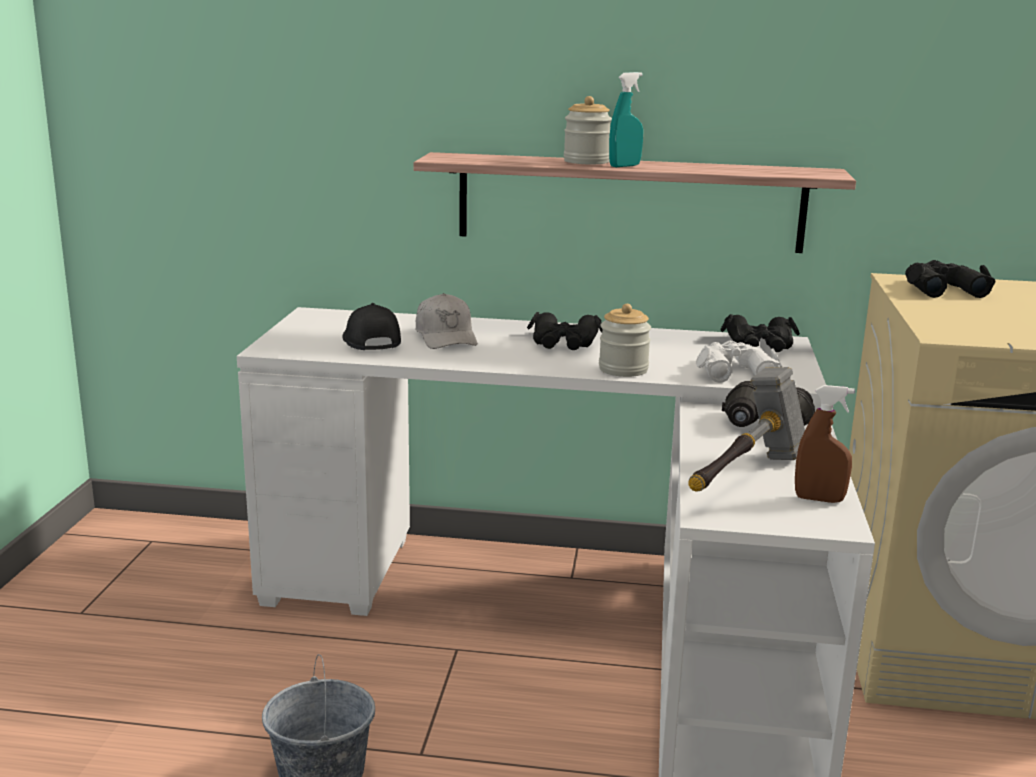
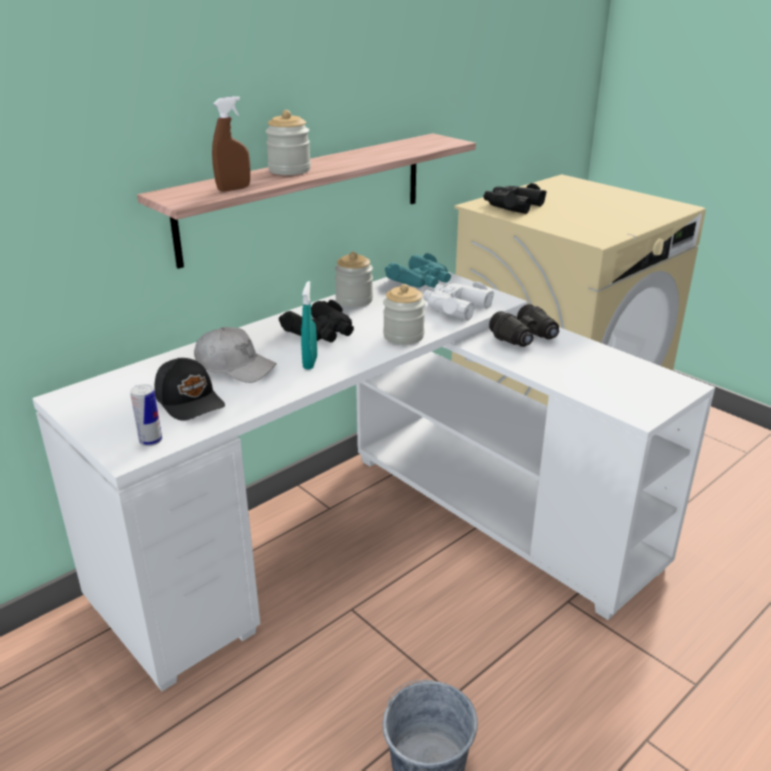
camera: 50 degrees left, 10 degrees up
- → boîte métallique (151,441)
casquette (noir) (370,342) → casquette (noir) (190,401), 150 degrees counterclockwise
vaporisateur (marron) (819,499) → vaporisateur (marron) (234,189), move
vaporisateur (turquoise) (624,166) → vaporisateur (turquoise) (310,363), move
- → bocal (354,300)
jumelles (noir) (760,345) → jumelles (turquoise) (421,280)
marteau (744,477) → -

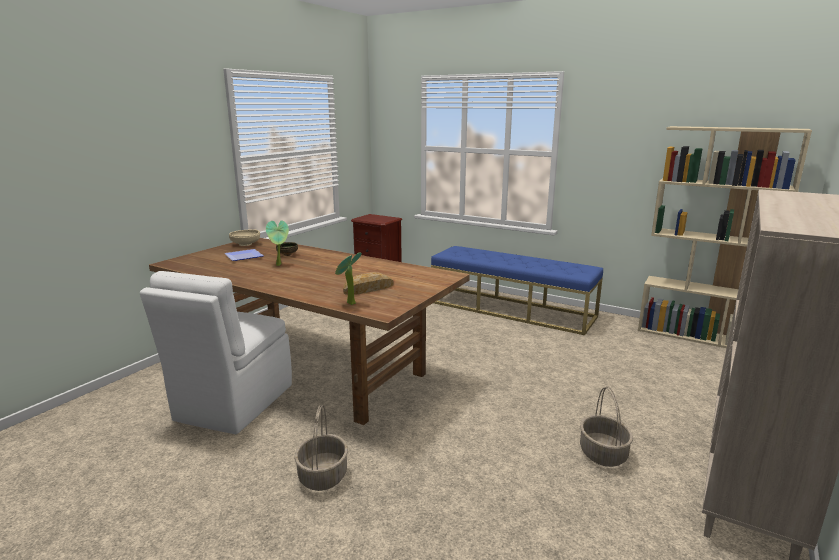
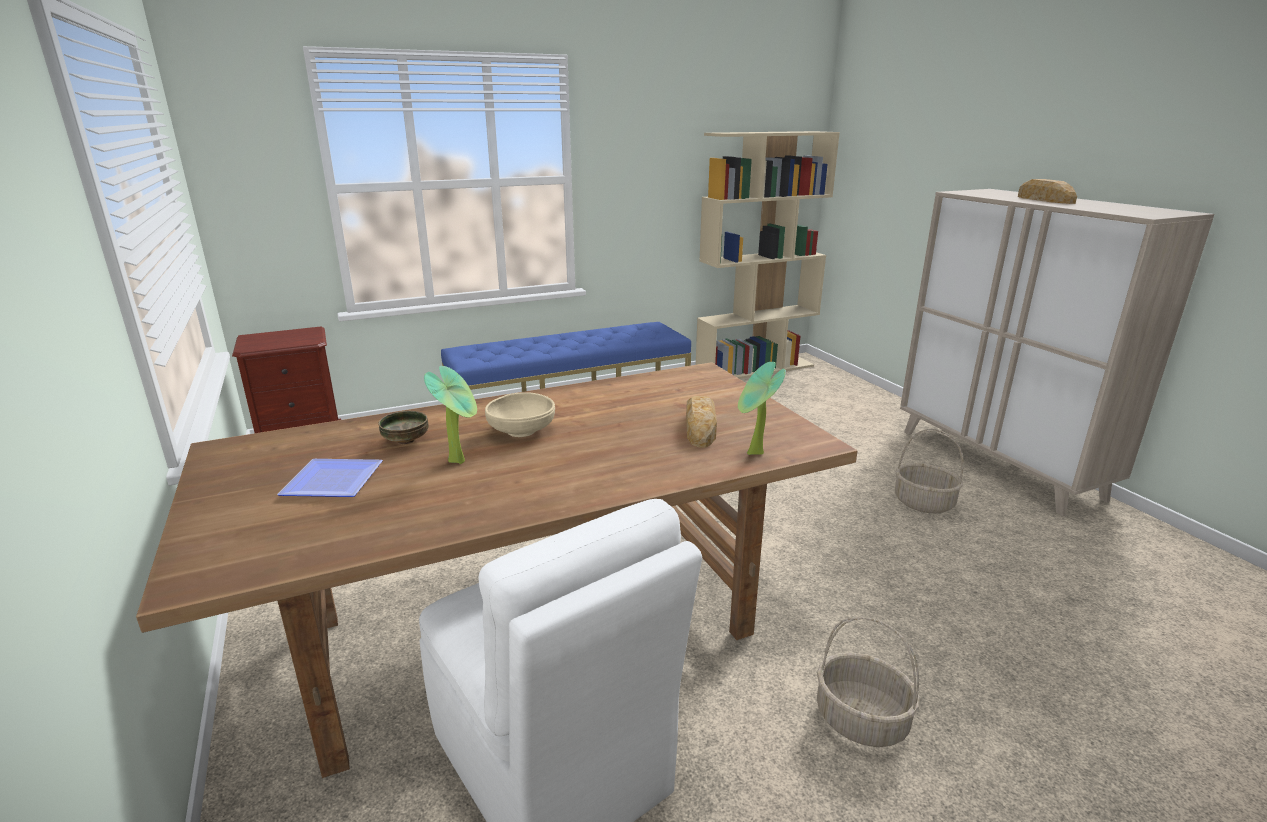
camera: 55 degrees left, 5 degrees up
bol (beige) (245,244) → bol (beige) (522,431), move
- → pain (1044,199)

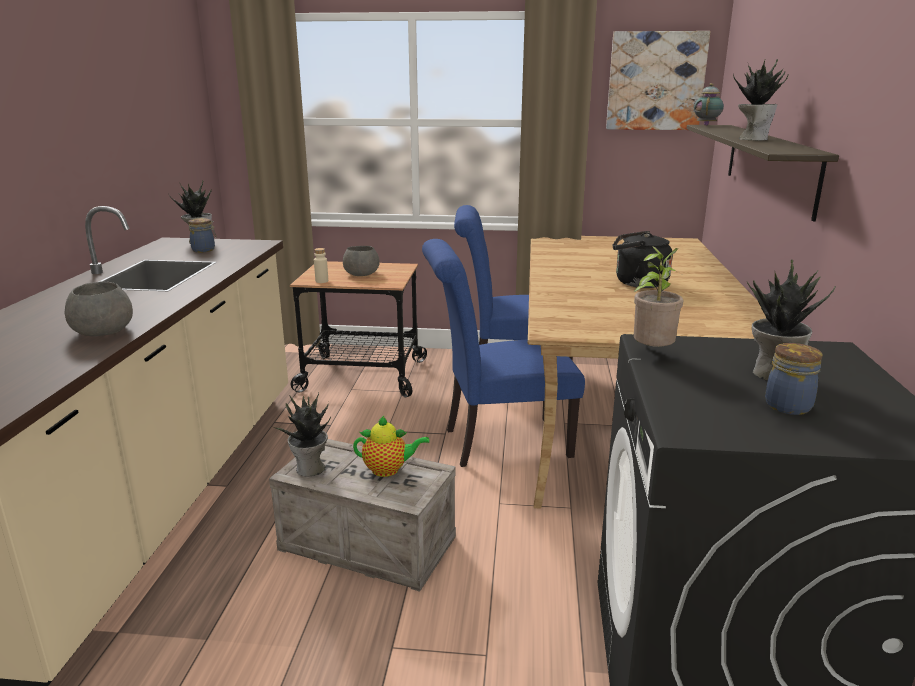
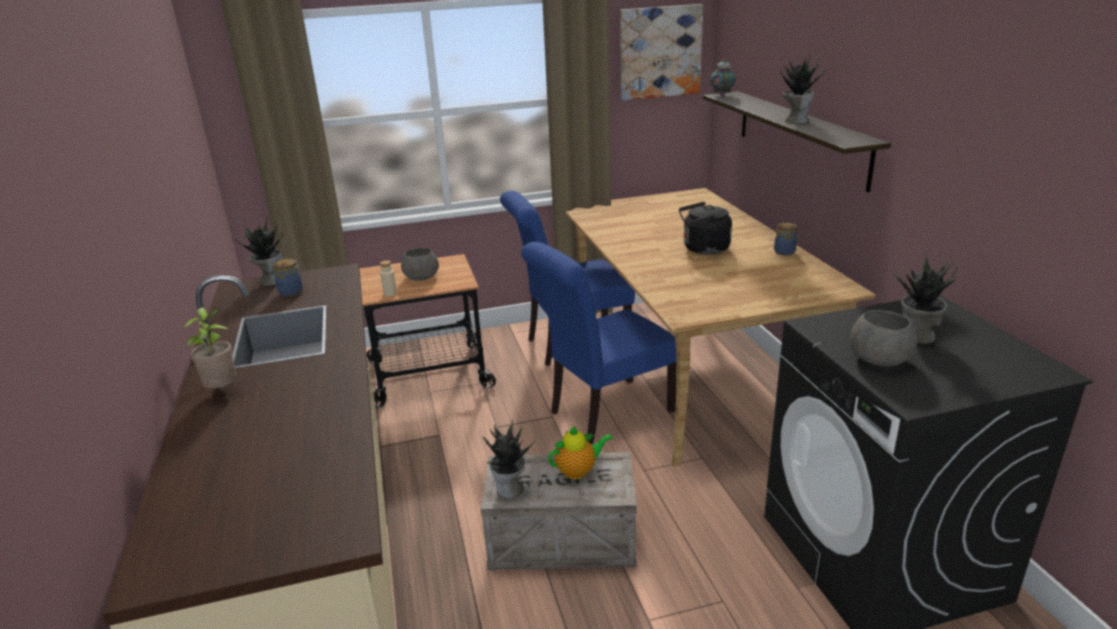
camera: 20 degrees left, 5 degrees up
plante en pot (651,354) → plante en pot (223,390), move
bocal (788,405) → bocal (784,251), move
bol (gris) (103,331) → bol (gris) (878,358), move

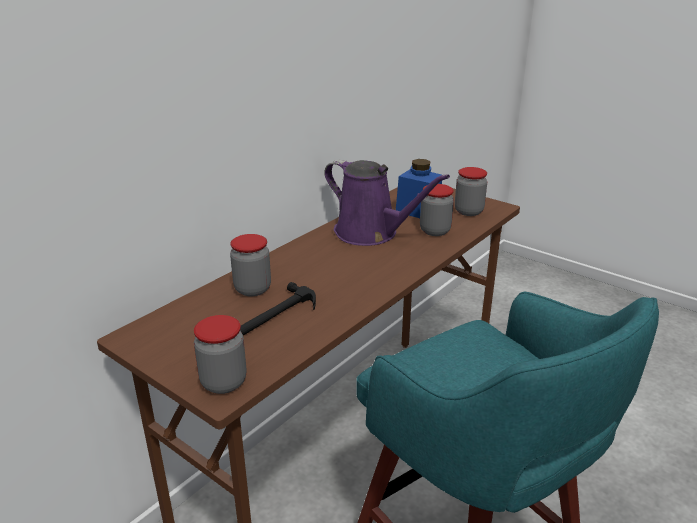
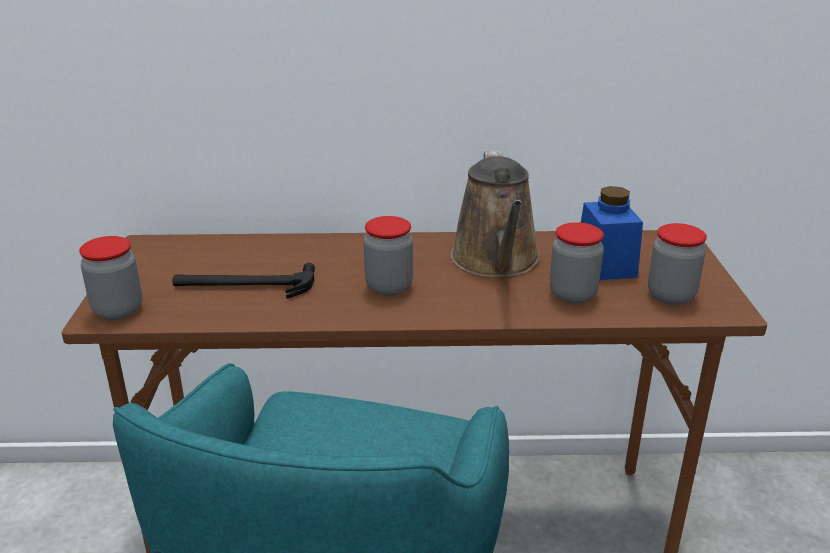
camera: 50 degrees right, 0 degrees up
bocal (252,289) → bocal (389,287), move
arrosoir (violet) (371,233) → arrosoir (marron) (496,262)

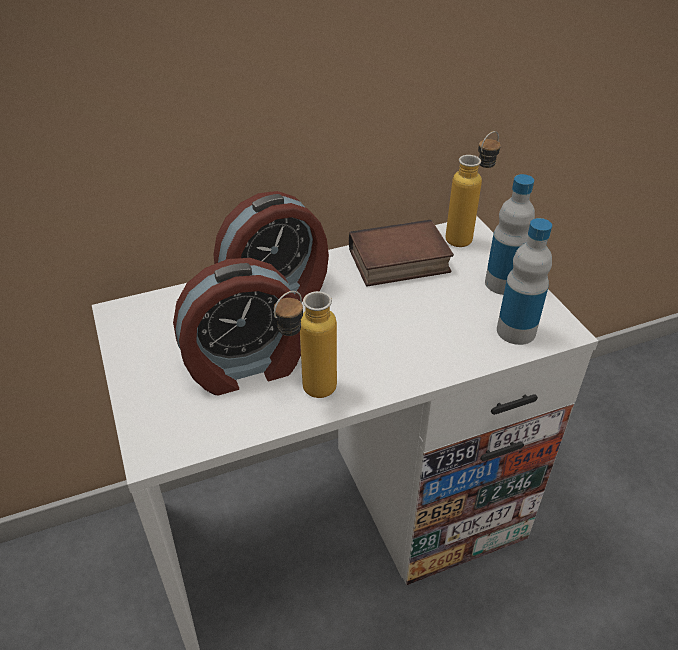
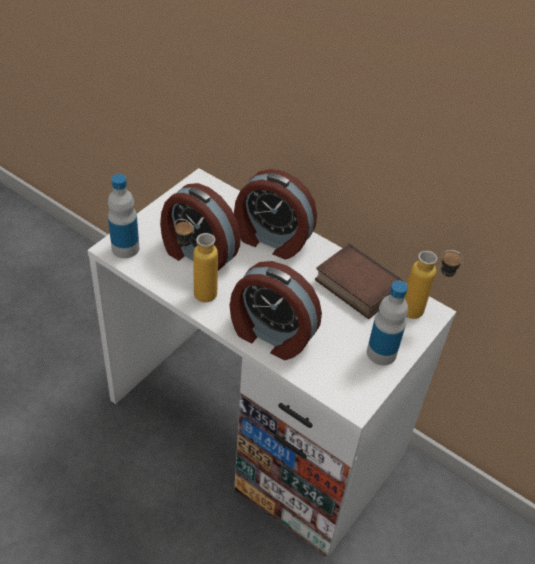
camera: 55 degrees right, 5 degrees up
bouteille (516,331) → bouteille (125,248), move
- → réveil (271,335)

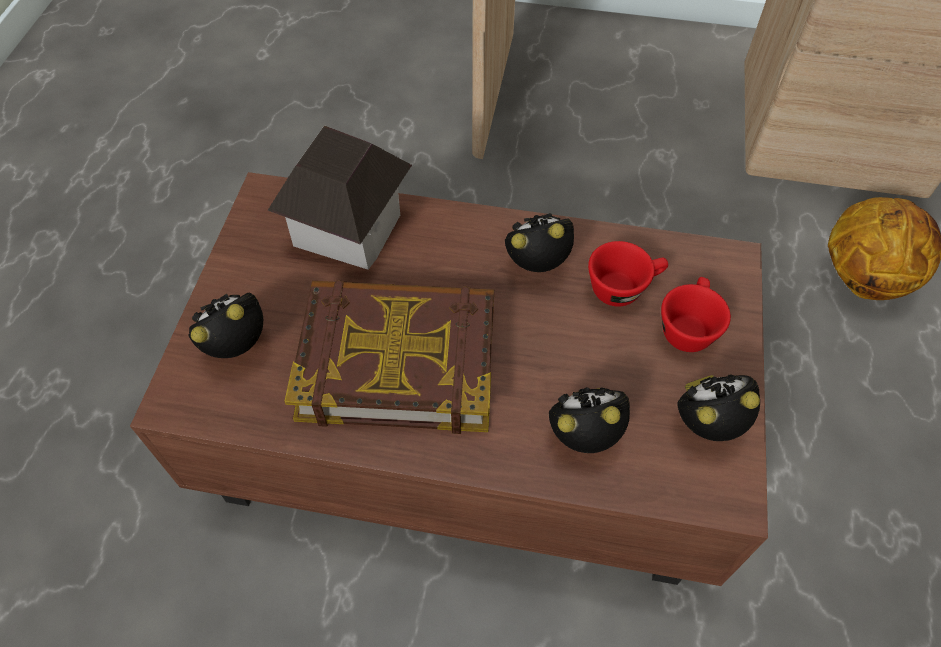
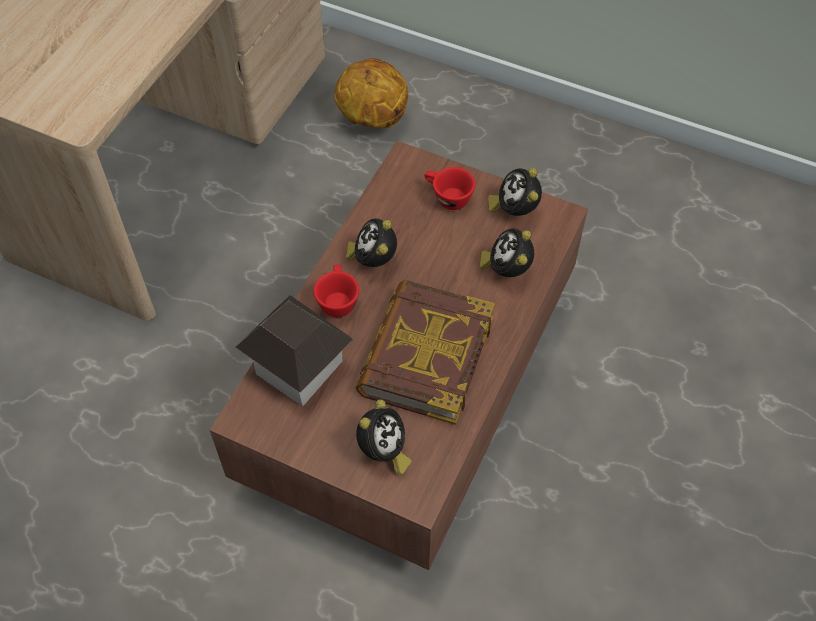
camera: 75 degrees left, 0 degrees up
tasse (rouge) (623,287) → tasse (rouge) (337,300), move
réveil (239,345) → réveil (383,452), 135 degrees counterclockwise

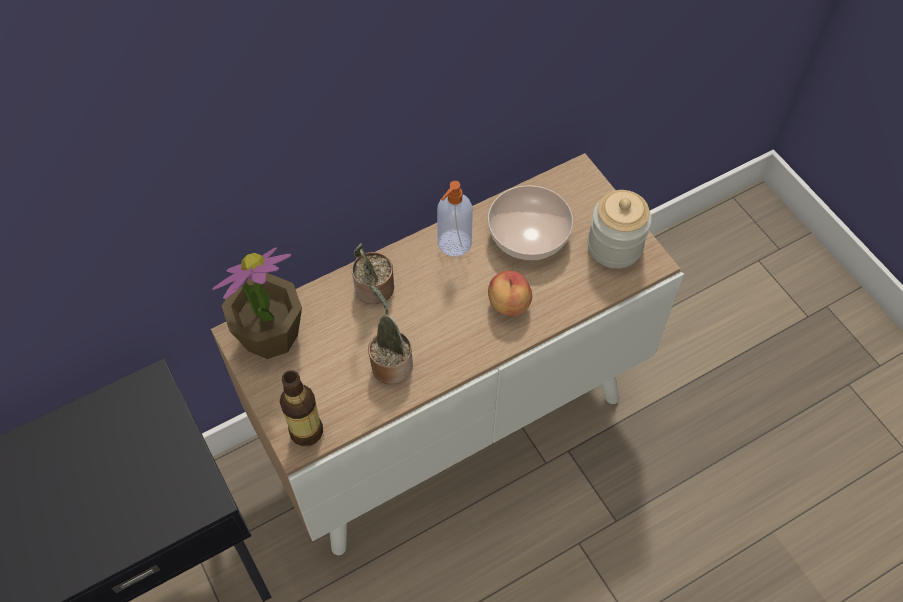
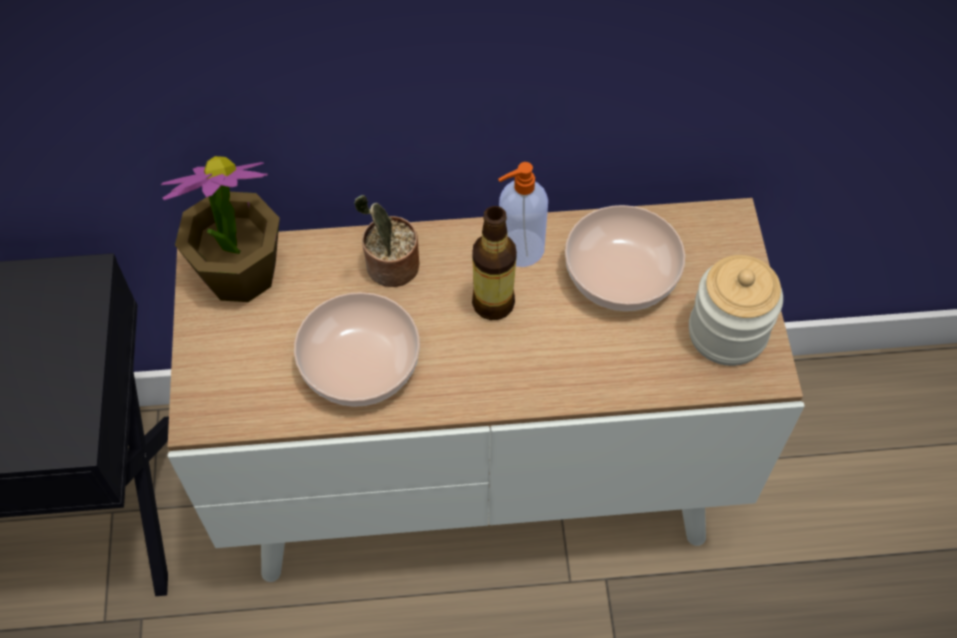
camera: 25 degrees right, 0 degrees up
plante en pot (390,363) → bol (361,365)
bouteille (306,431) → bouteille (493,303), move
pomme (508,305) → -

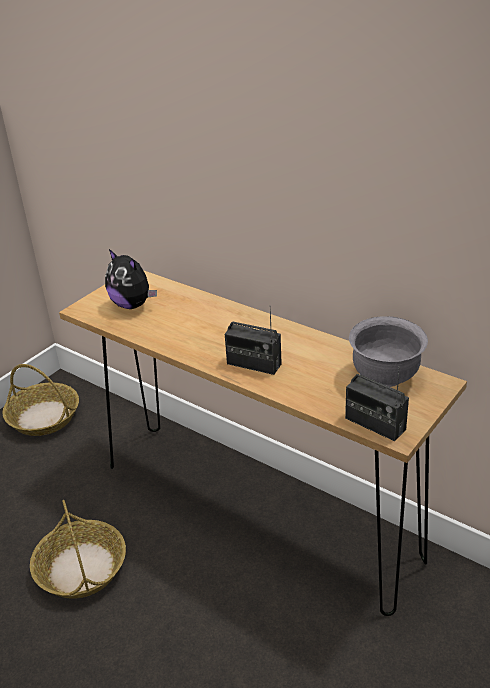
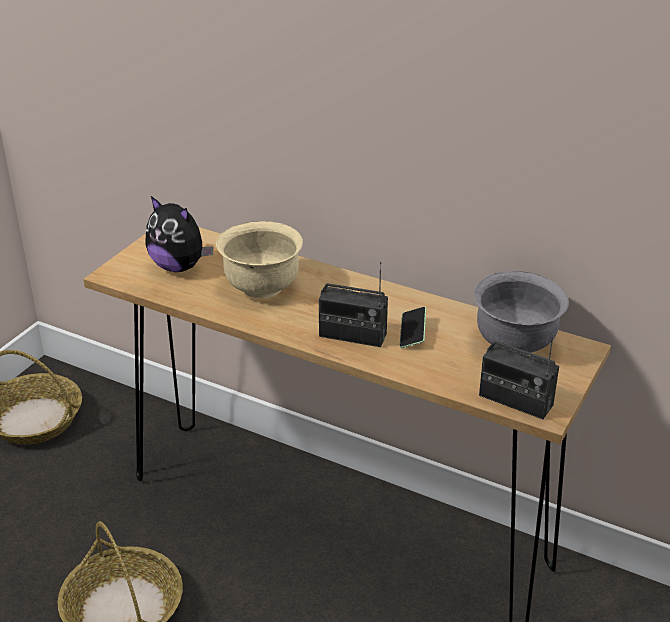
camera: 10 degrees left, 0 degrees up
- → bol (beige) (262,287)
- → téléphone (412,333)

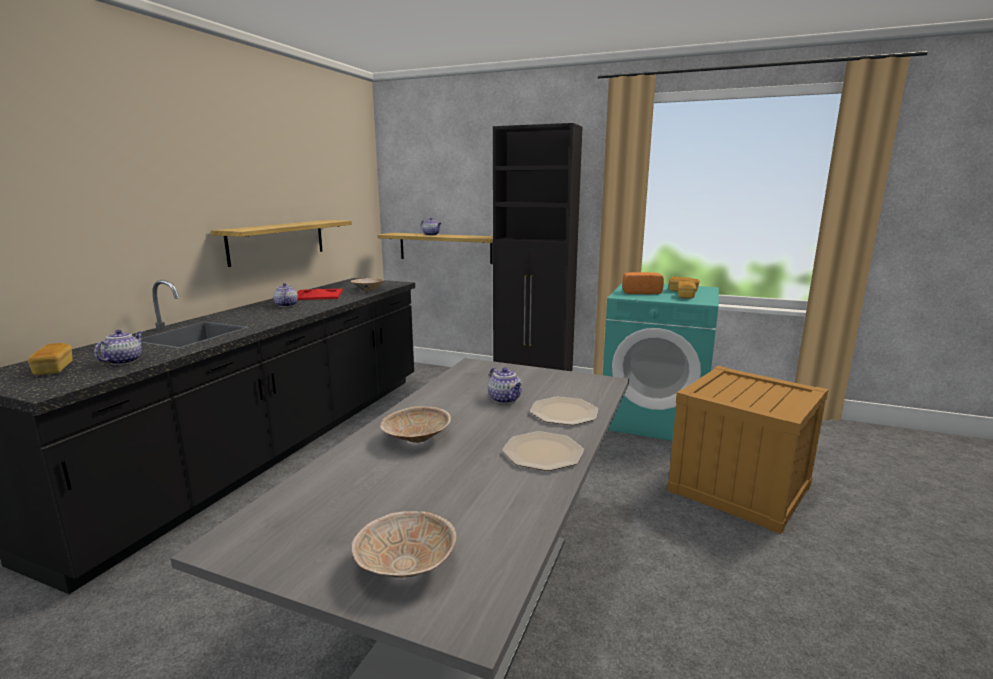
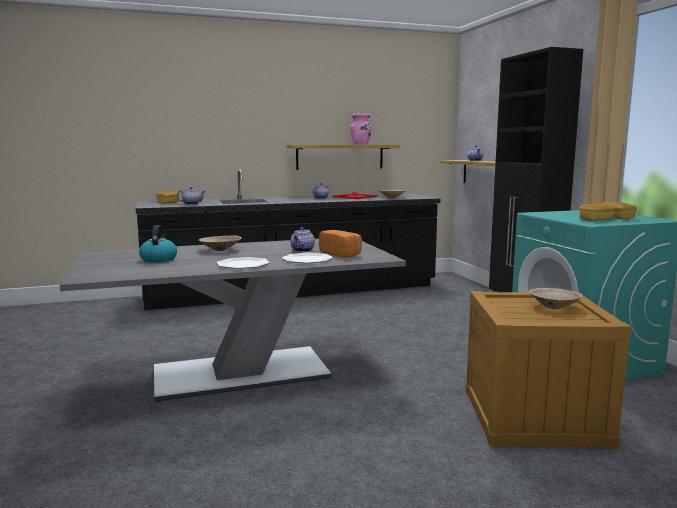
camera: 50 degrees right, 5 degrees down
- → bouilloire (158,259)
pain (640,292) → pain (341,254), move
- → vase (rose) (360,144)
bol (beige) (406,564) → bol (beige) (554,307), move

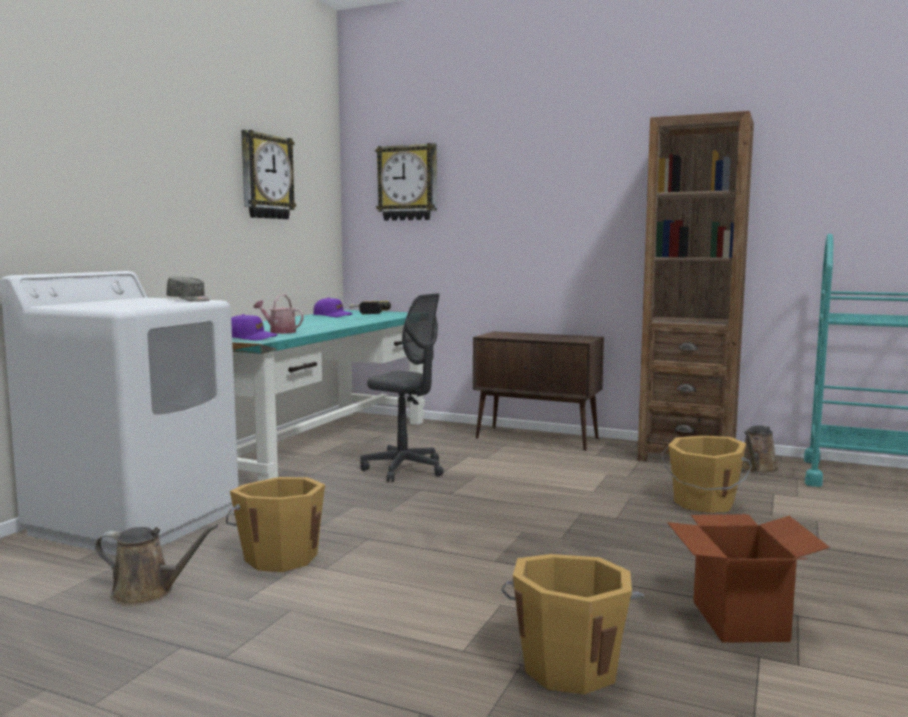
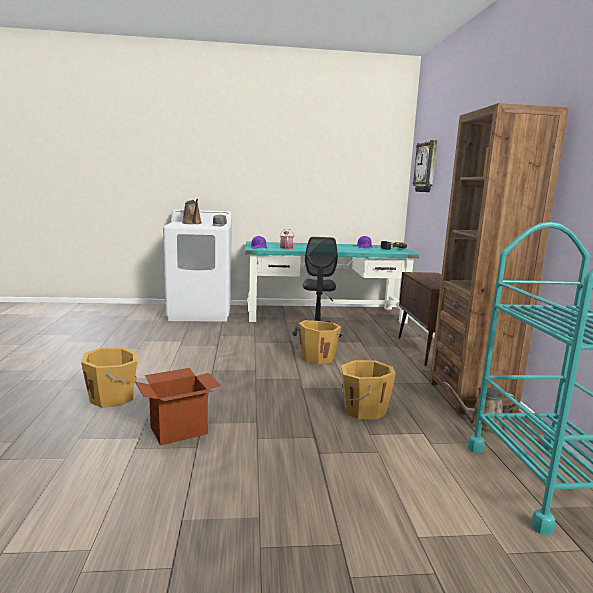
camera: 60 degrees right, 5 degrees up
arrosoir (marron) (148,592) → arrosoir (marron) (192,223), move
seau (orange) (280,557) → seau (orange) (318,357), move
horloge murale (266,177) → -

